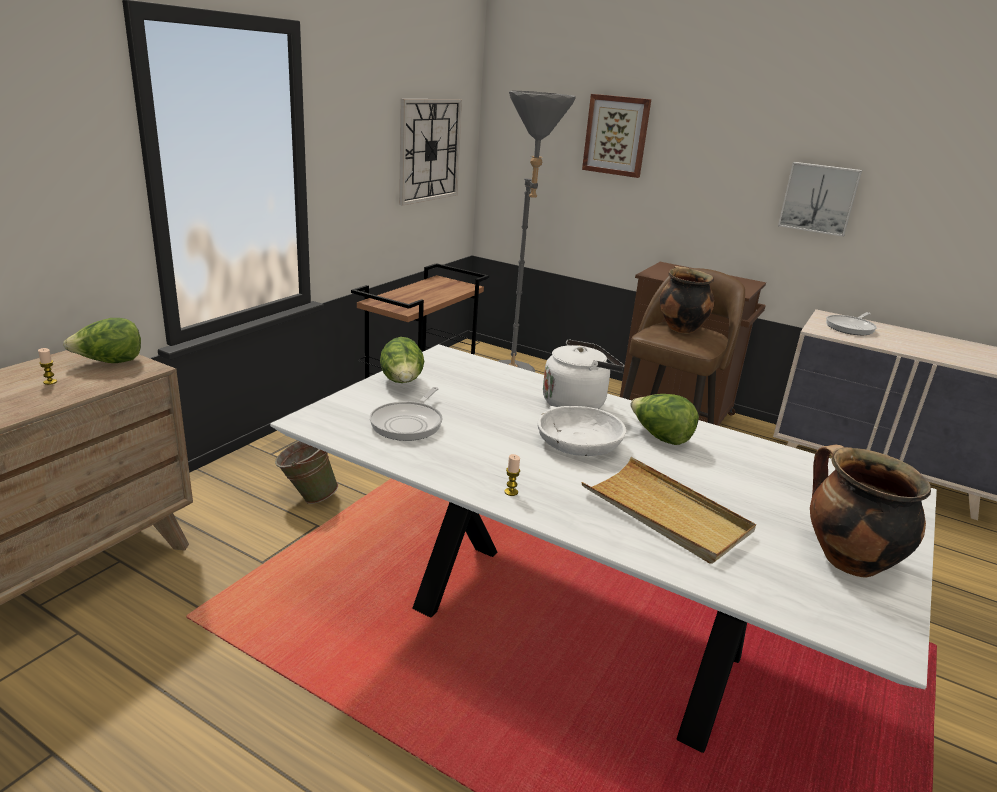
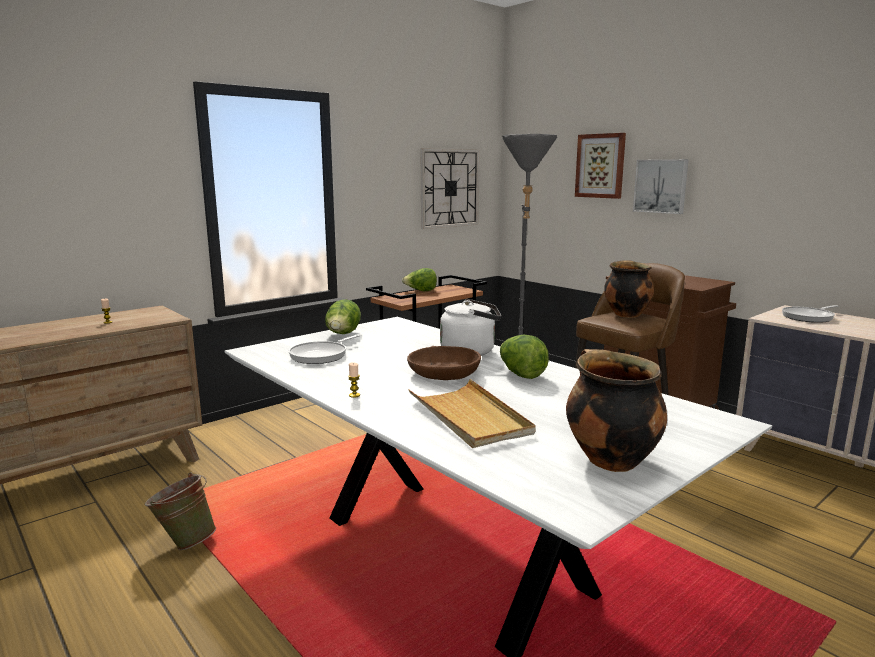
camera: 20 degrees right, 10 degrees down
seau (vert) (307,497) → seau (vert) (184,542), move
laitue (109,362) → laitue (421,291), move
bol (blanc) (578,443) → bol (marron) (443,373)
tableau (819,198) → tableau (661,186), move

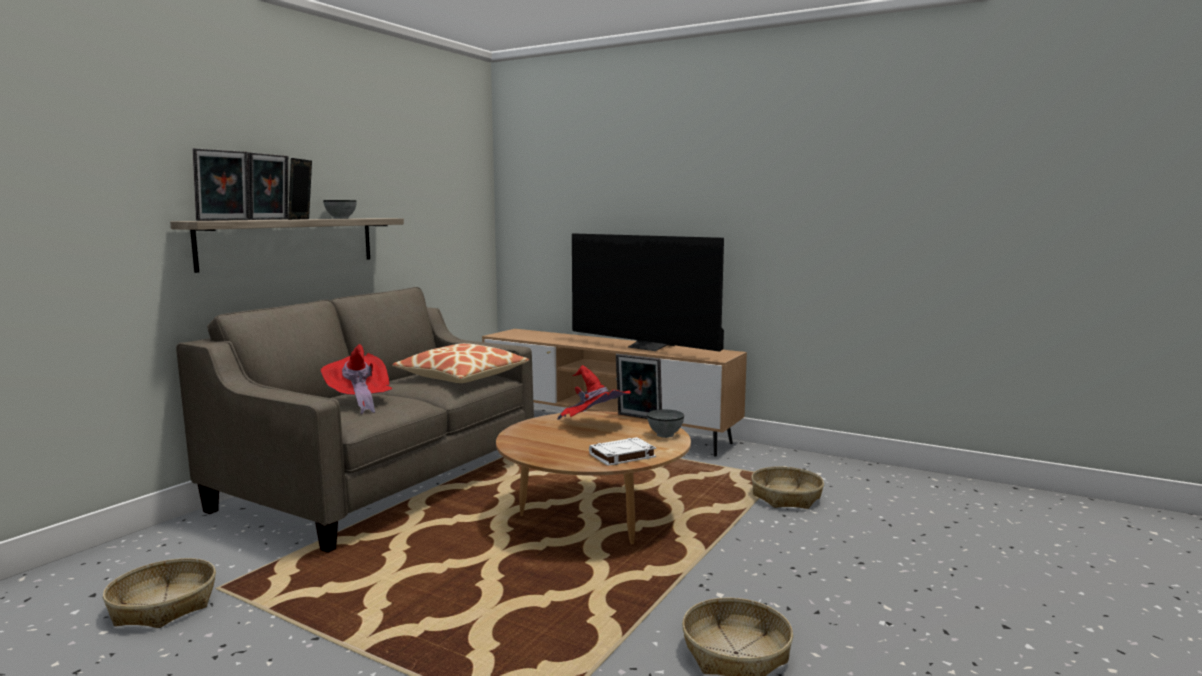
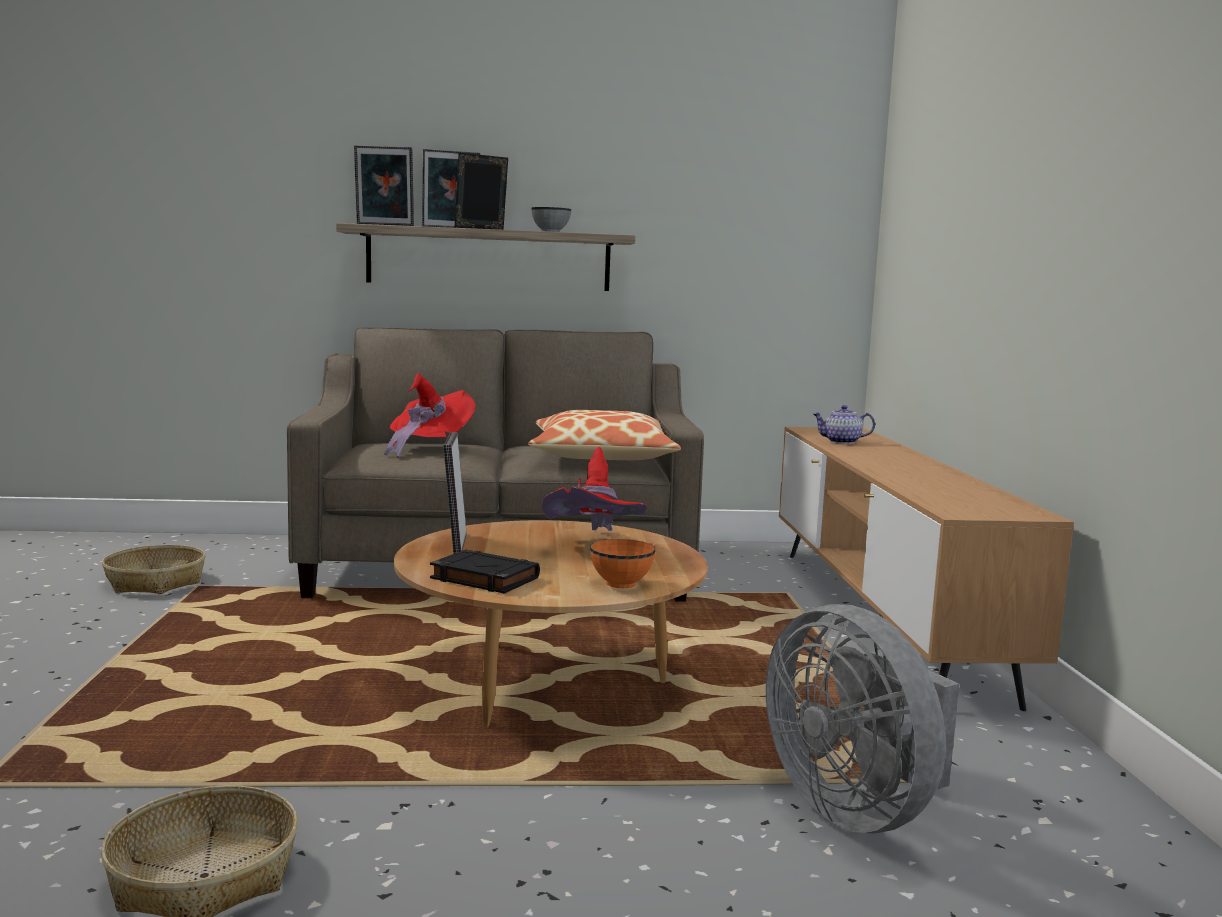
camera: 55 degrees right, 0 degrees up
livre (blanc) (622,456) → livre (noir) (483,578)
cadre photo (638,418) → cadre photo (454,544), move
bol (gris) (665,435) → bol (orange) (621,584)
panier (786,497) → ventilateur (gris) (855,808)
- → théière (841,442)
téléviseur (648,347) → -

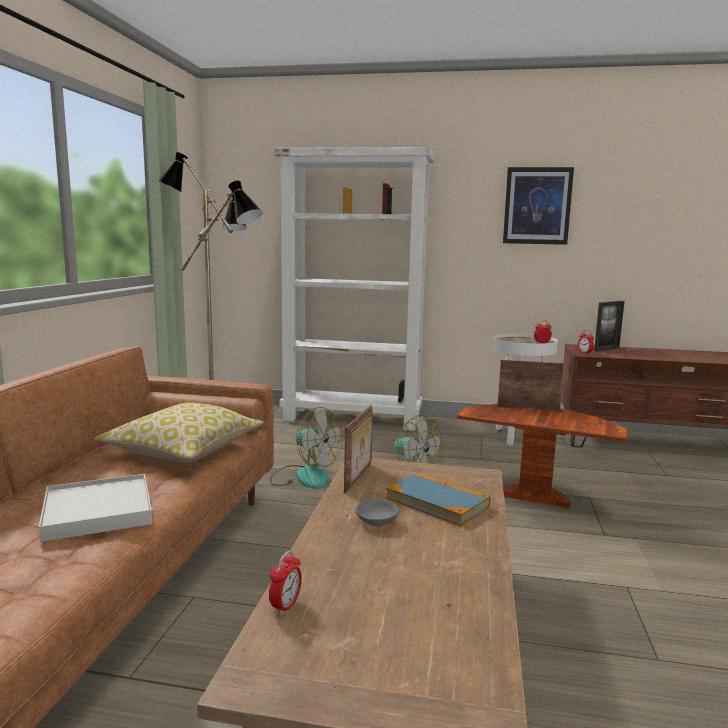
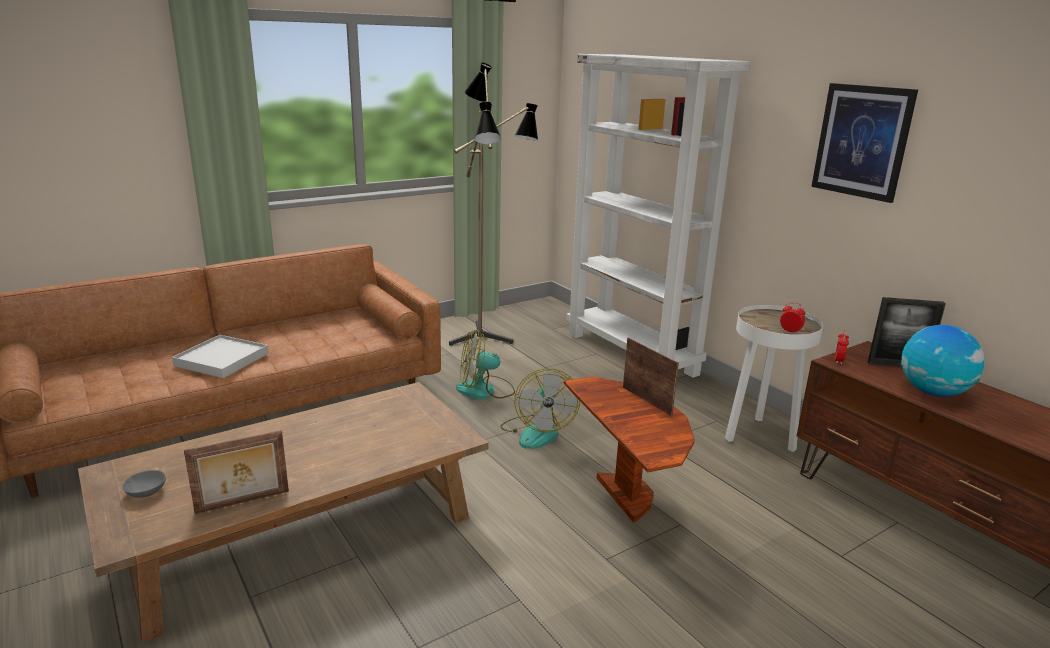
camera: 45 degrees right, 10 degrees up
bol (gris) (378,521) → bol (gris) (147,492), move
cadre photo (359,477) → cadre photo (243,502), move
ventilateur (304,476) → ventilateur (485,391), 90 degrees clockwise
- → globe (933,392)
coussin (184,450) → -
réveil (285,606) → -
livre (437,502) → -

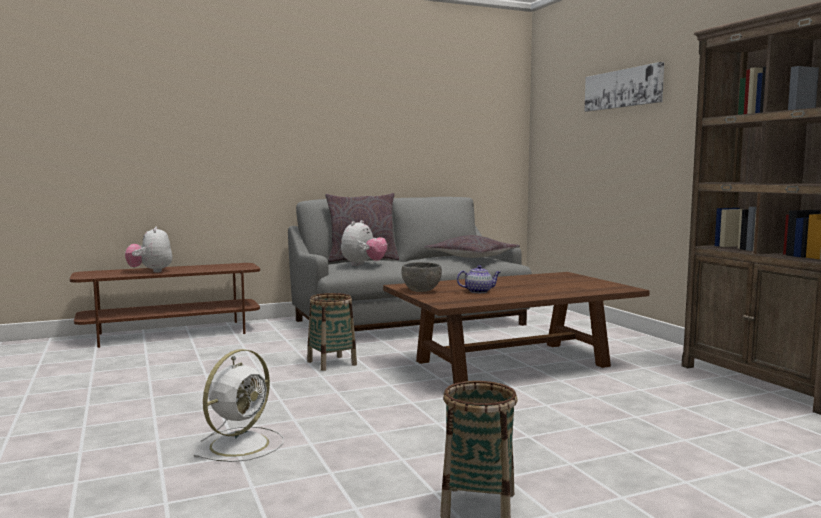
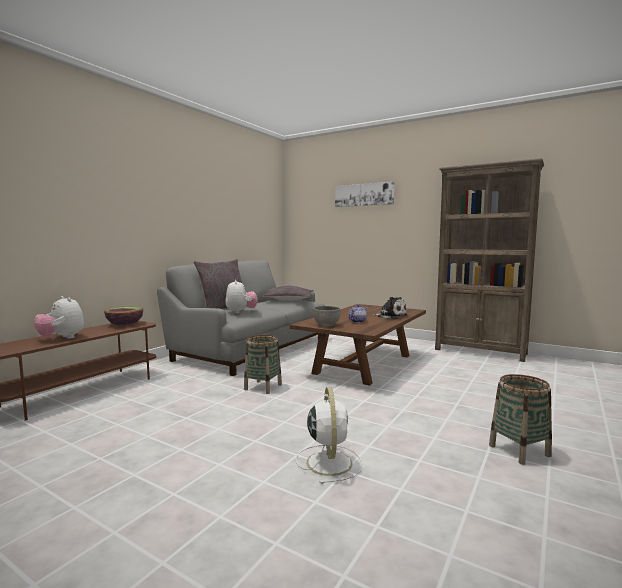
camera: 35 degrees left, 0 degrees up
- → bol (124,324)
- → peluche (390,316)

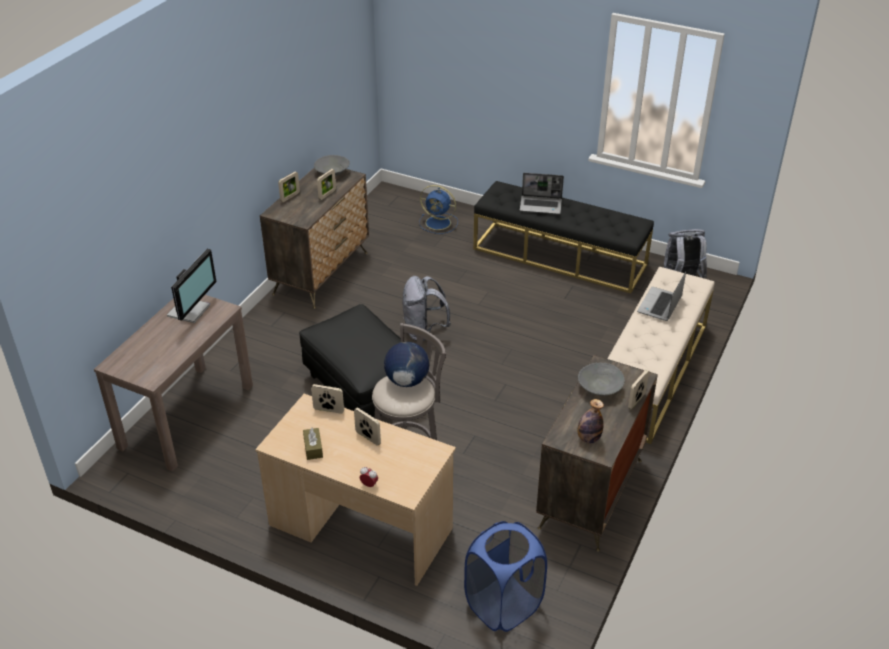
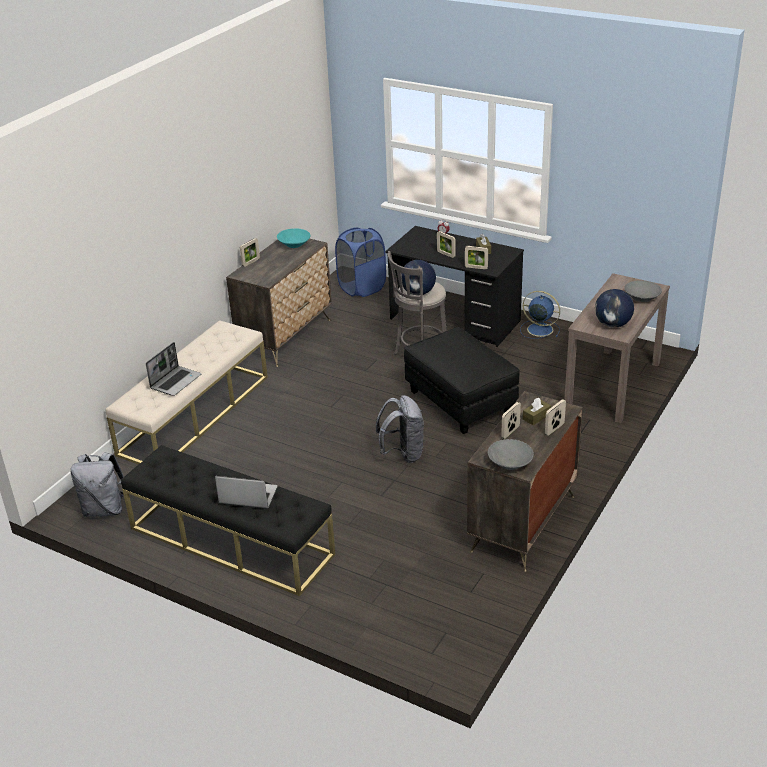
camera: 175 degrees left, 5 degrees down
bouteille (588,438) → bol (turquoise) (294,244)
bureau (beige) (360,527) → bureau (noir) (455,320)
ventilateur (bleu) (439,223) → ventilateur (bleu) (539,329), move
- → boîte à mouchoirs (marron) (536,417)
écran d'ordinateur (190,310) → globe (613,324)
bol (gris) (600,388) → bol (gris) (641,298), move

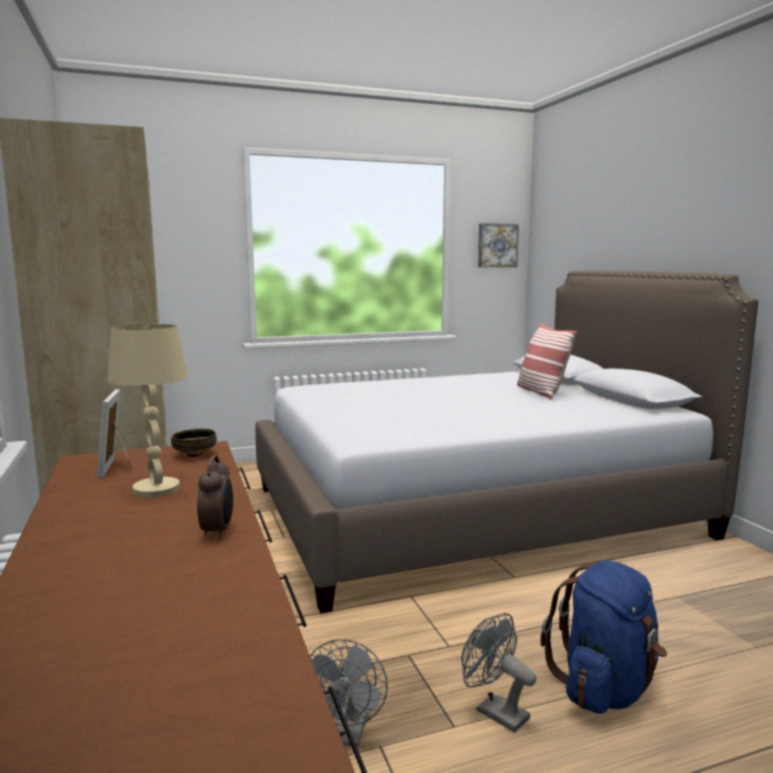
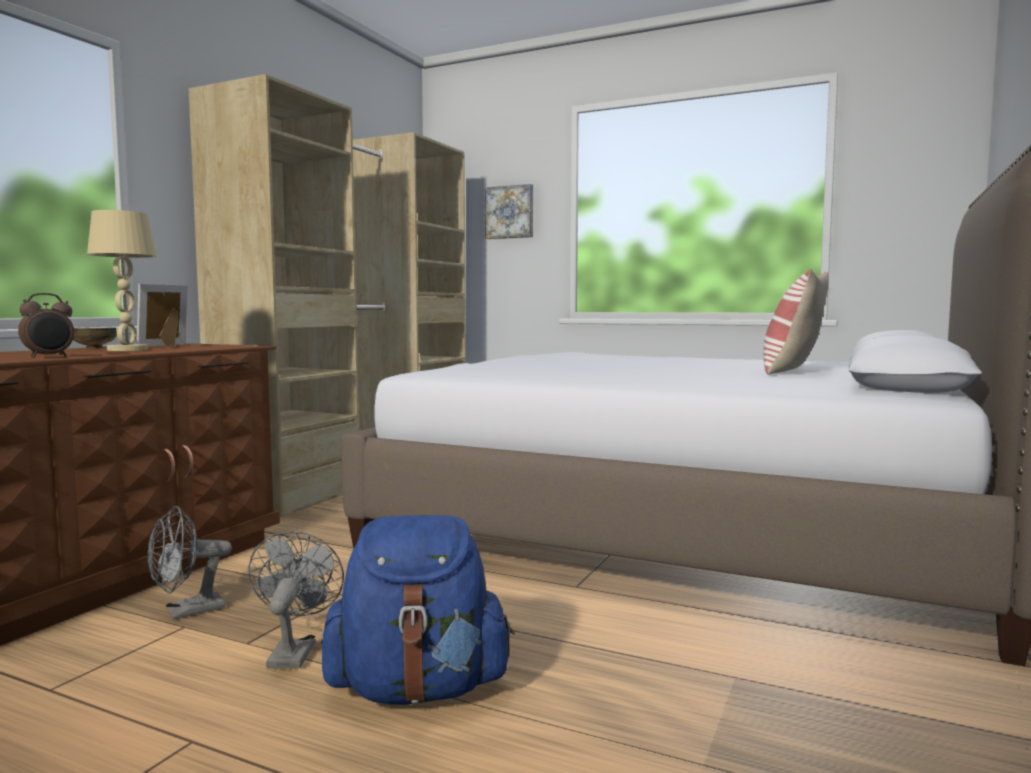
camera: 45 degrees right, 5 degrees down
bol (195,455) → bol (93,348), move
tableau (497,245) → tableau (510,212), move

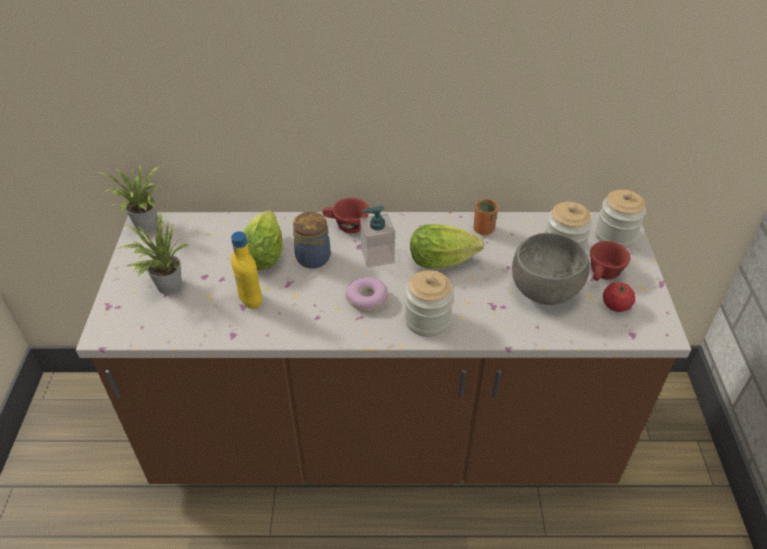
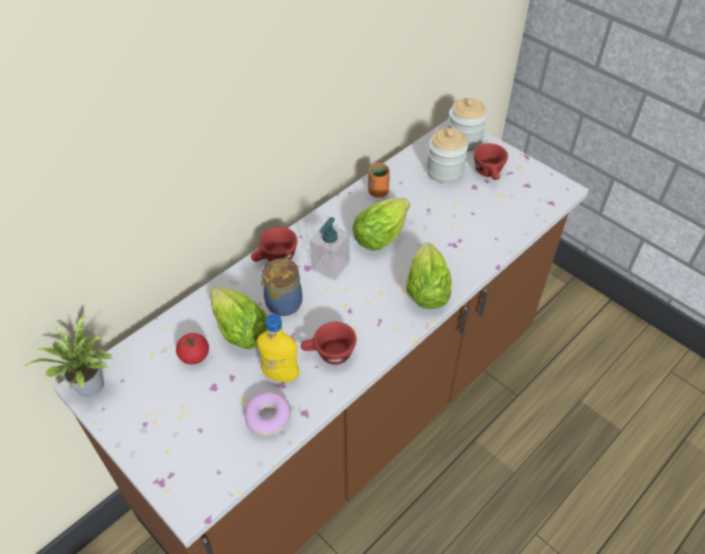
camera: 45 degrees left, 5 degrees up
tomate (616,305) → tomate (194,356), move
beignet (367,299) → beignet (268,417), move
- → tasse (rouge) (329,354)
bocal (427,320) → laitue (426,287)
plante en pot (166,286) → -
bol (gris) (544,290) → -

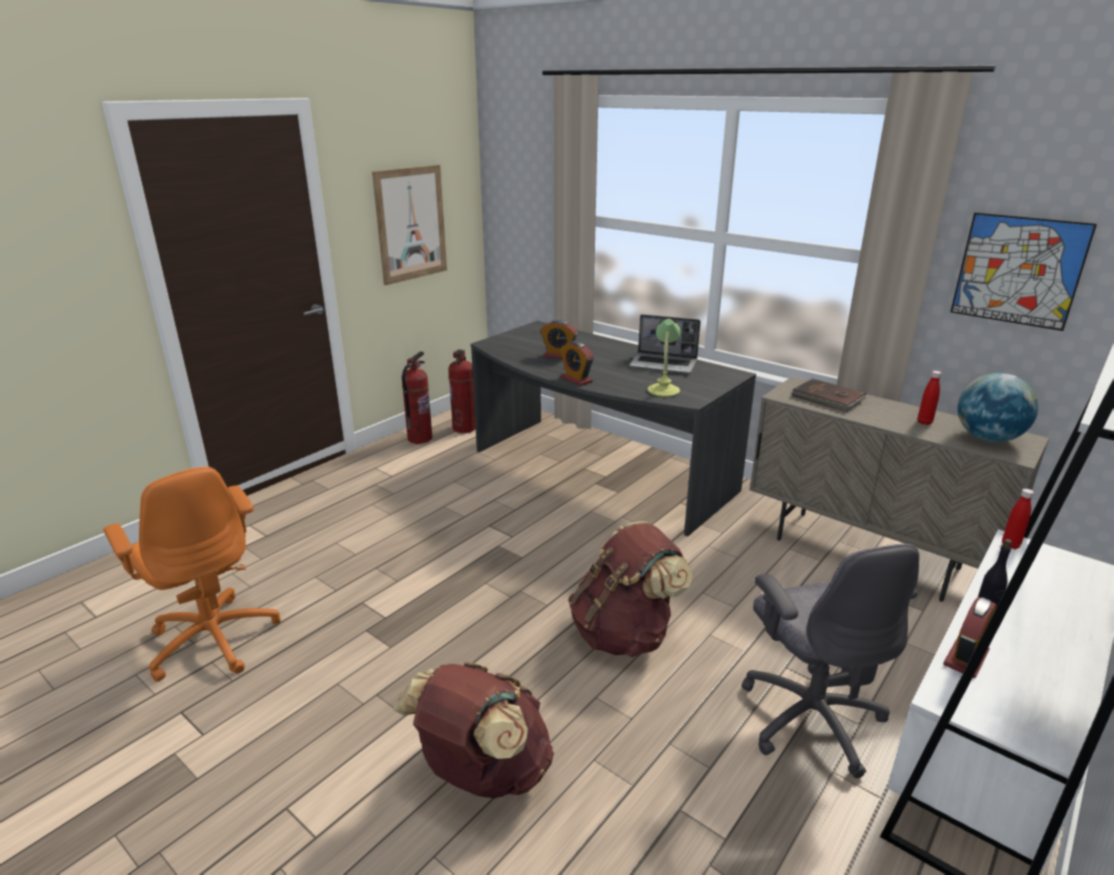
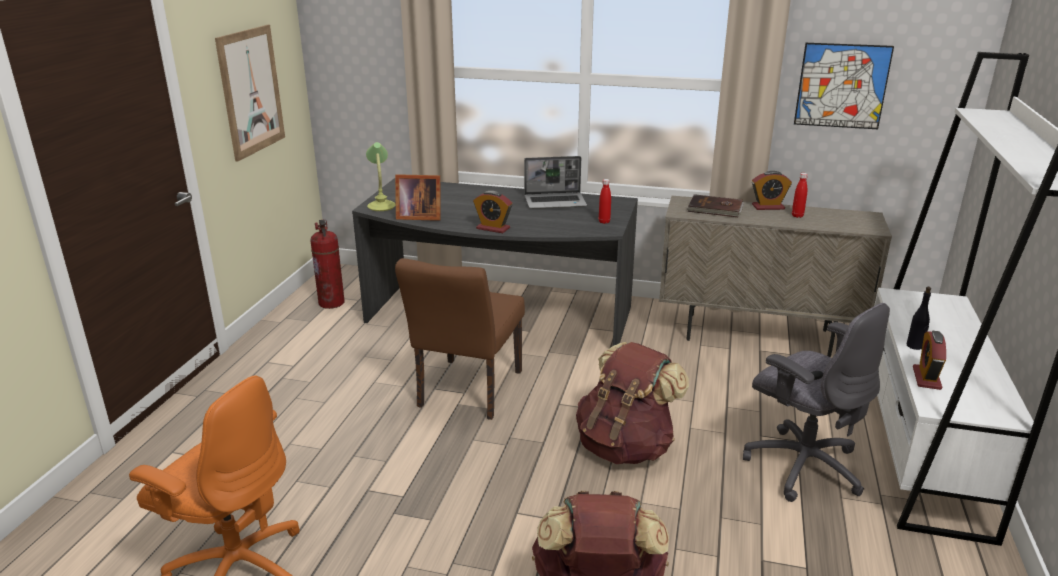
camera: 25 degrees left, 0 degrees up
lampe de table (664,390) → lampe de table (382,206), move
- → cadre photo (418,216)
- → chaise (marron) (466,393)
bouteille (rouge) (1010,545) → bouteille (rouge) (604,222), move
réveil (558,356) → réveil (768,207), move
extincteur (420,438) → -
globe (988,438) → -

